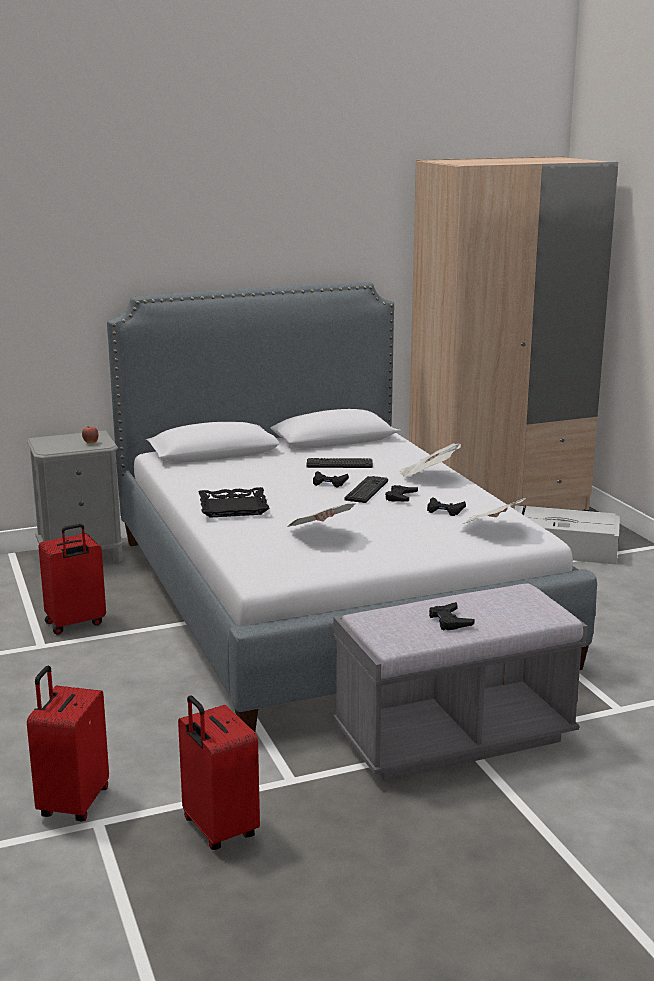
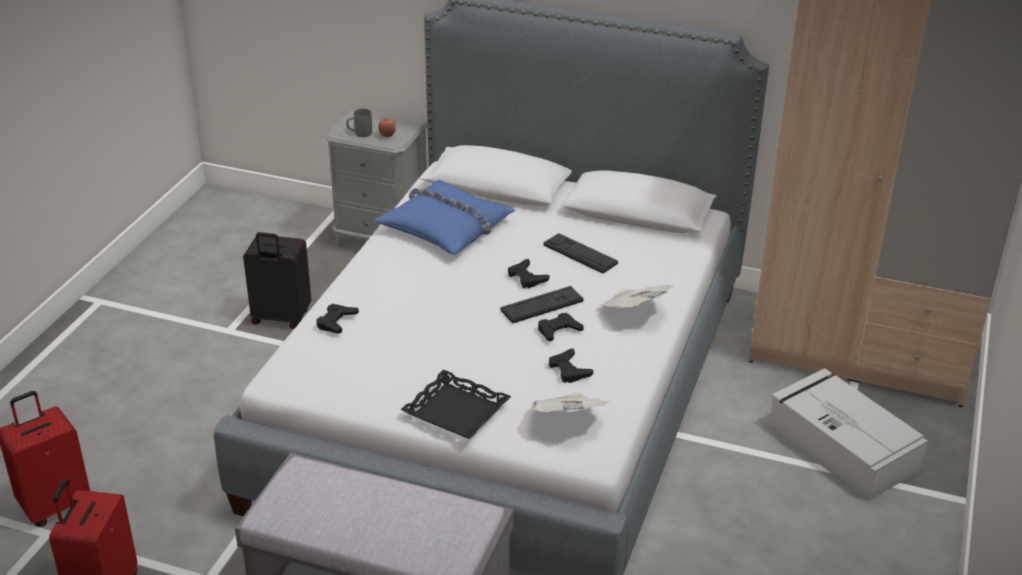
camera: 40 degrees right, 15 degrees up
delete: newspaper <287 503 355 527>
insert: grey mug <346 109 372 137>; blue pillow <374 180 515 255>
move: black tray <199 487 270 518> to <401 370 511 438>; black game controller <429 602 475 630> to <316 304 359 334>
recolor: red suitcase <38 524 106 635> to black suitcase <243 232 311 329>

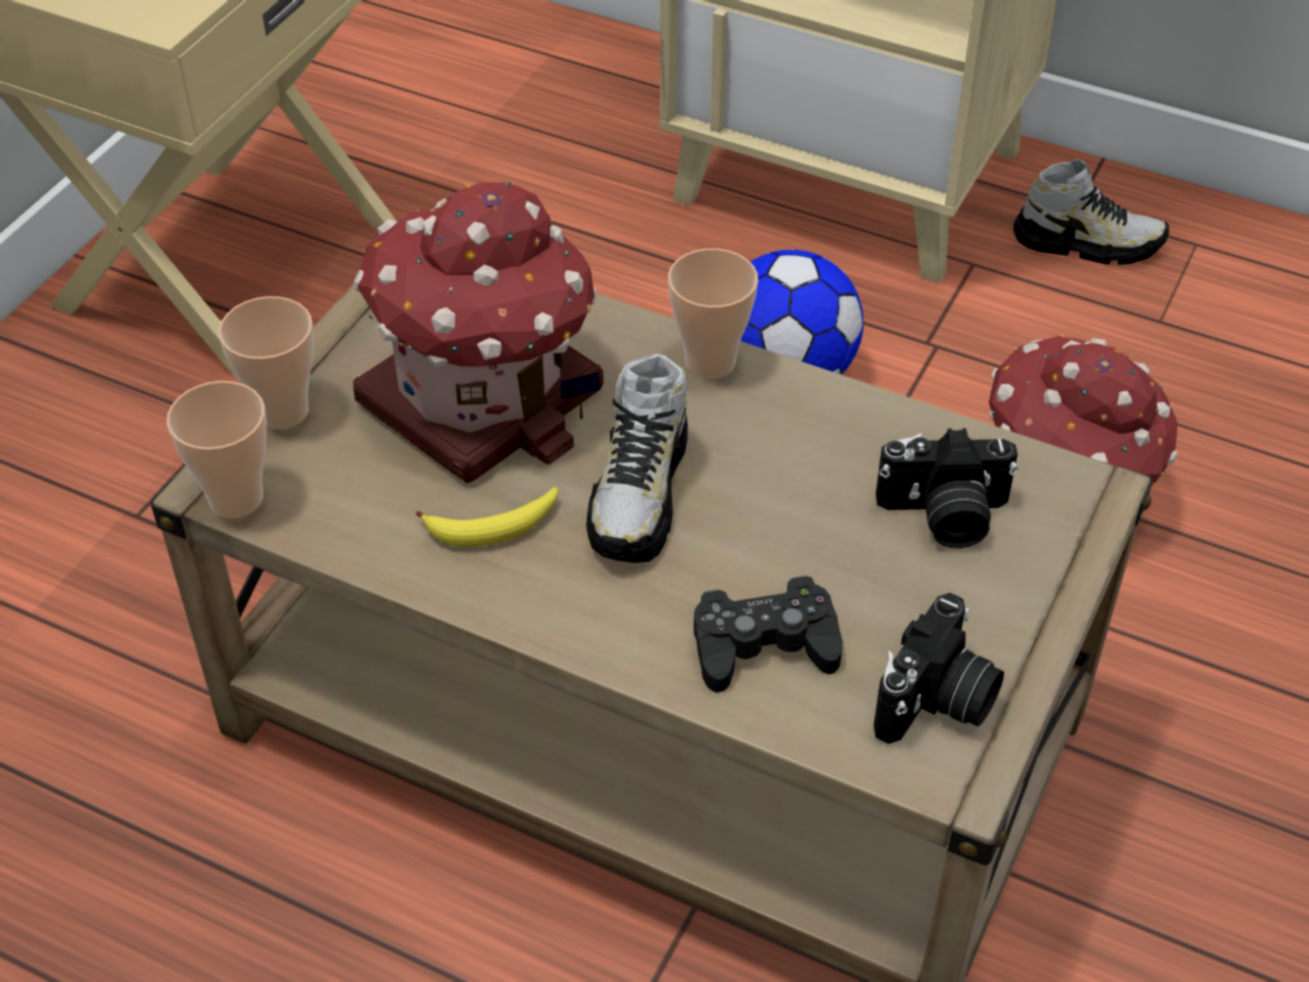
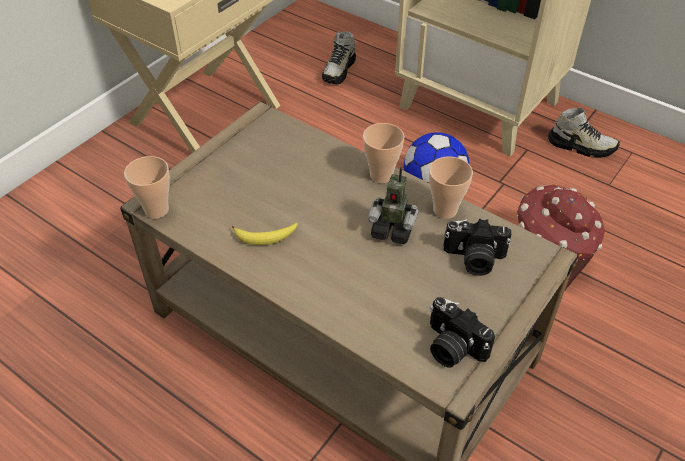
camera: 10 degrees right, 0 degrees up
delete: toy house <353 183 603 484>; black game controller <694 575 843 692>
insert: toy robot <368 167 419 244>
move: cup <219 296 314 429> to <429 156 473 219>; shoe <586 354 688 563> to <322 31 356 85>
rotate: photo camera <874 593 1004 744> = <430 297 495 368> 90 degrees clockwise

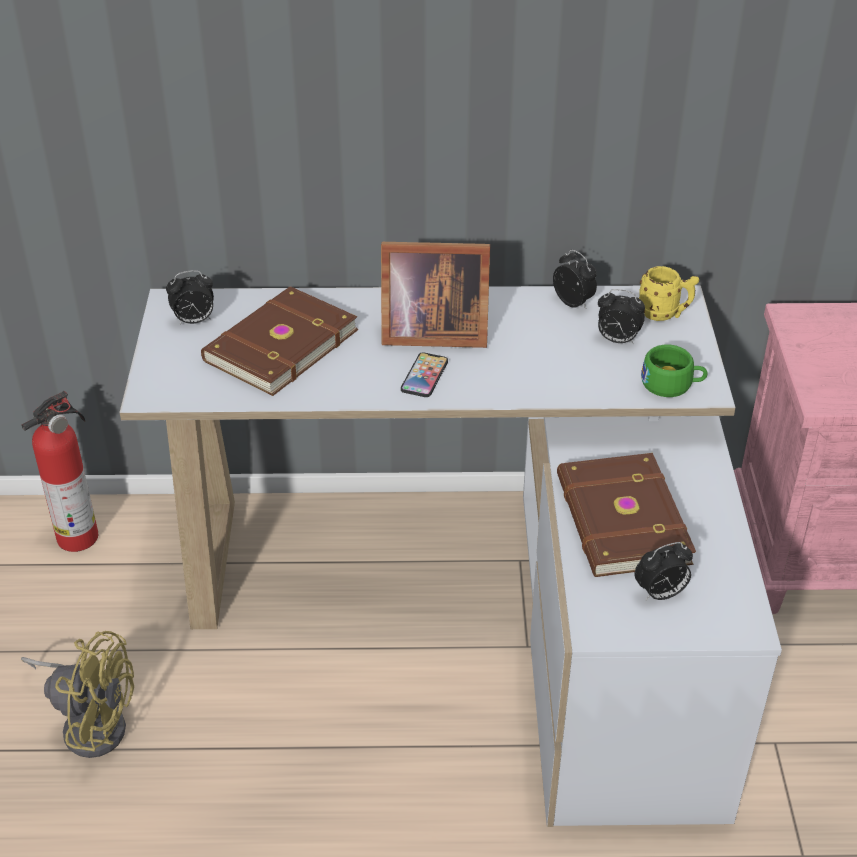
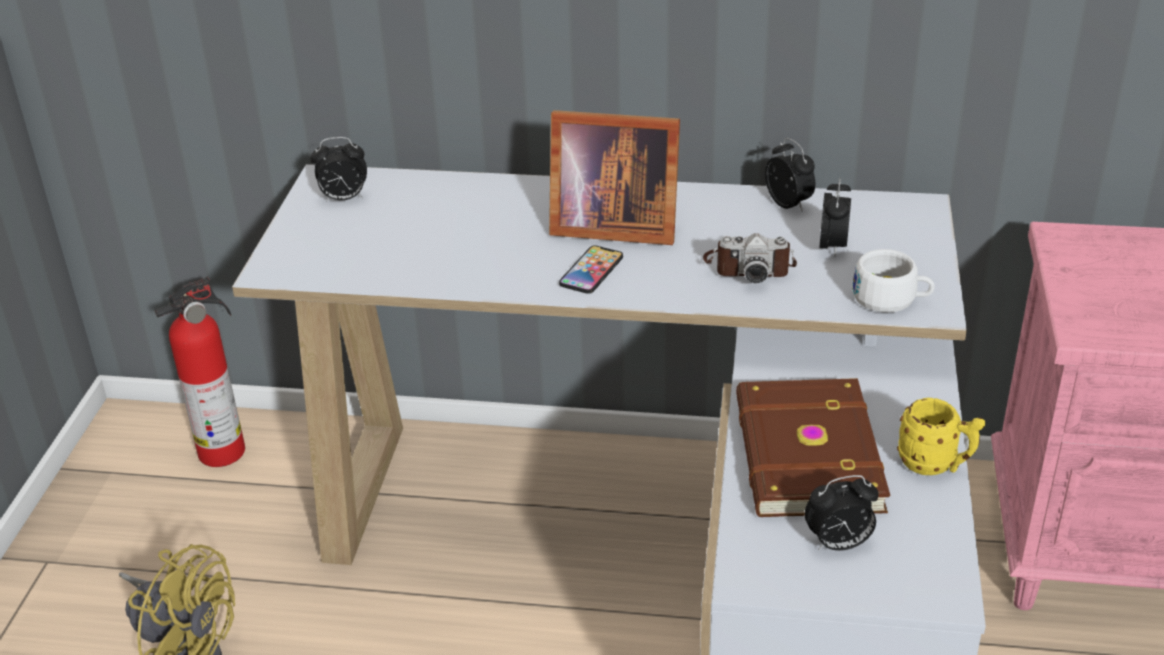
camera: 10 degrees right, 5 degrees down
delete: brown book <201 287 358 396>
insert: photo camera <703 233 797 283>
move: yellow mug <639 266 699 321> to <897 398 985 475>
recolor: green cup <641 345 708 397> to white cup <852 249 935 312>
rotate: alarm clock <598 289 645 345> = <820 178 851 258> 105 degrees counterclockwise

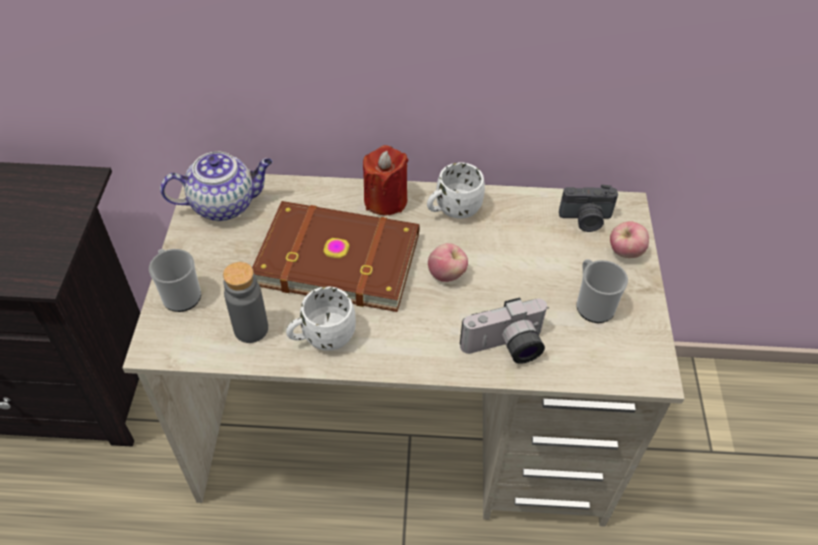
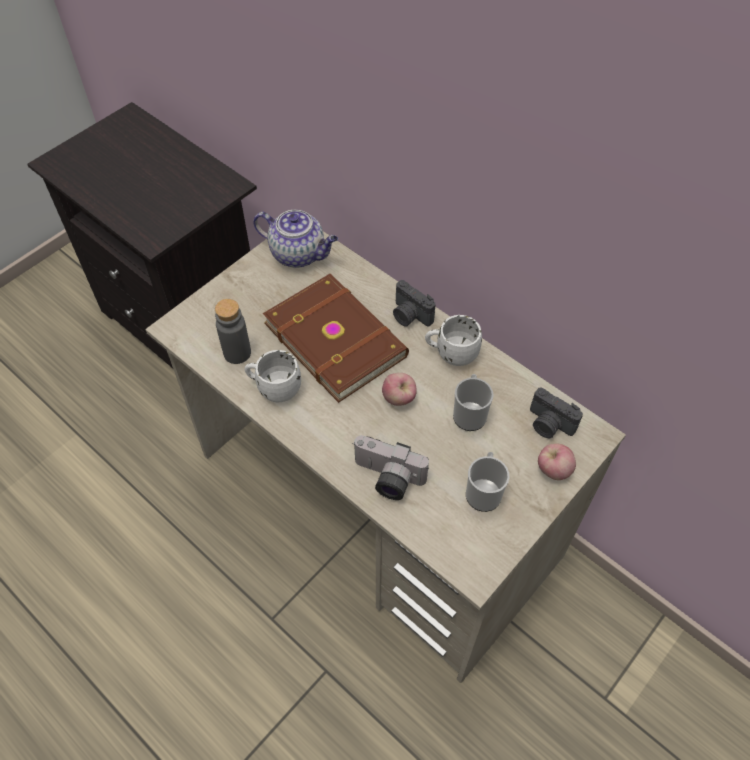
camera: 40 degrees right, 5 degrees up
move: mug <149 249 201 312> to <453 374 494 431>
replace: red candle <363 145 408 216> to photo camera <393 280 436 327>

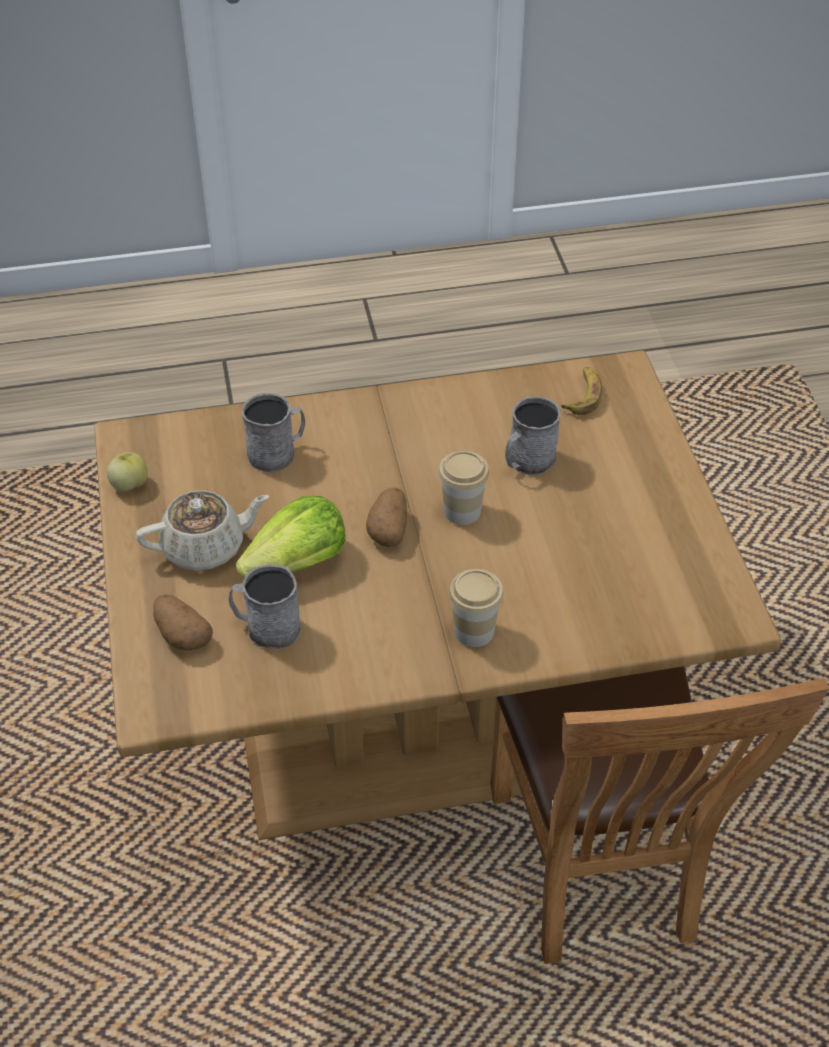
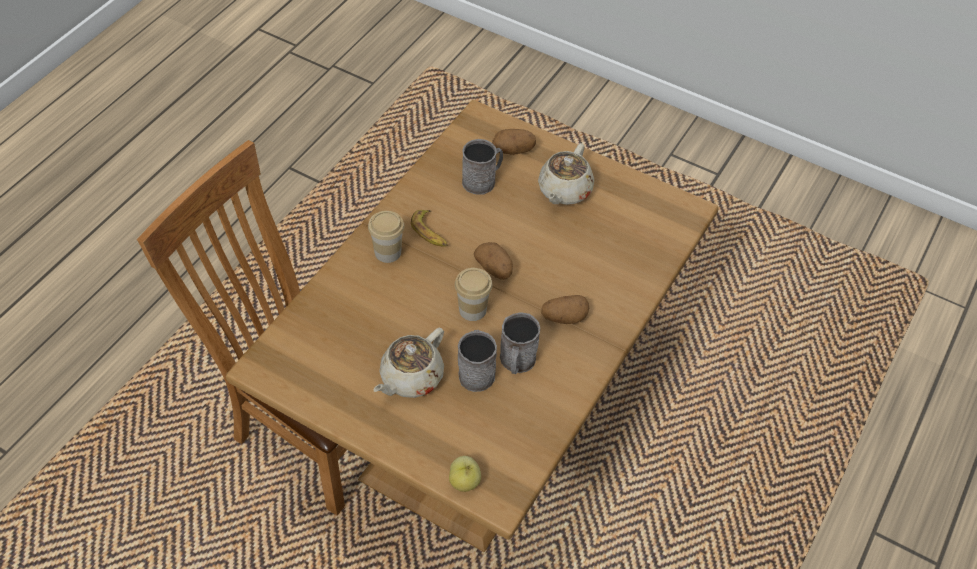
camera: 130 degrees right, 5 degrees up
delete: lettuce <236 496 346 578>
insert: potato <541 295 589 324>; beige teapot <373 328 444 398>
move: banana <561 367 602 415> to <411 210 448 247>; grey mug <242 393 305 472> to <500 312 540 374>; apple <107 452 148 491> to <449 456 481 492>

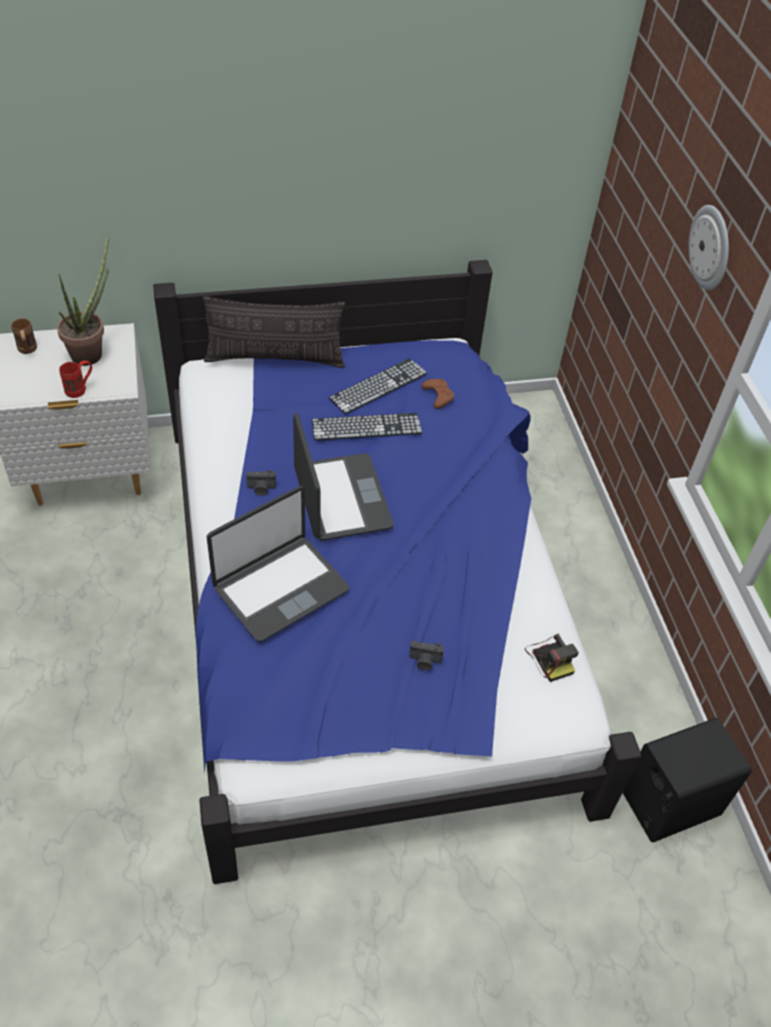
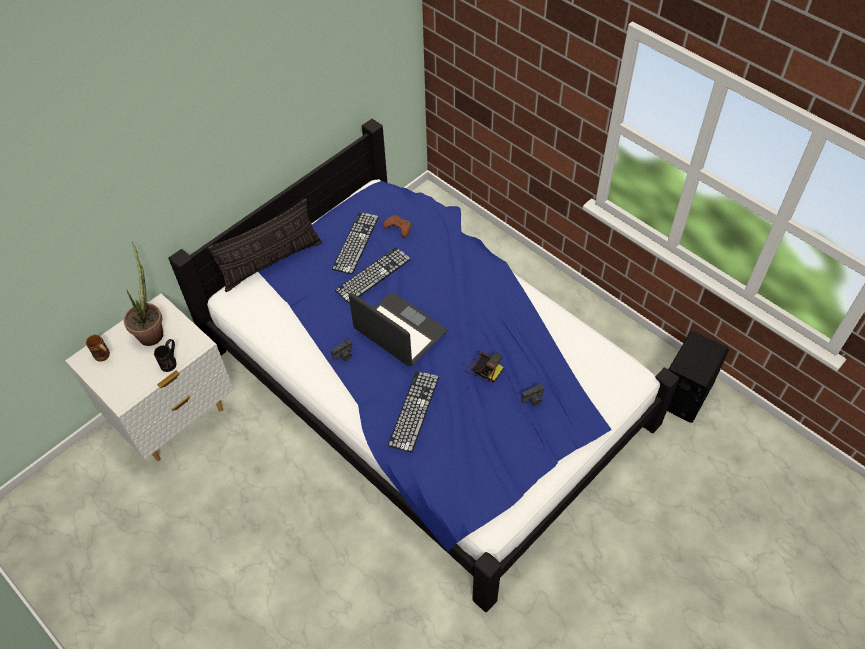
camera: 30 degrees left, 5 degrees up
delete: wall clock <688 205 729 290>
move: photo camera <525 634 579 682> to <466 351 504 383>
replace: laptop <207 486 349 642> to keyboard <388 371 439 453>
recolor: red mug <59 361 92 398> to black mug <154 339 176 372>

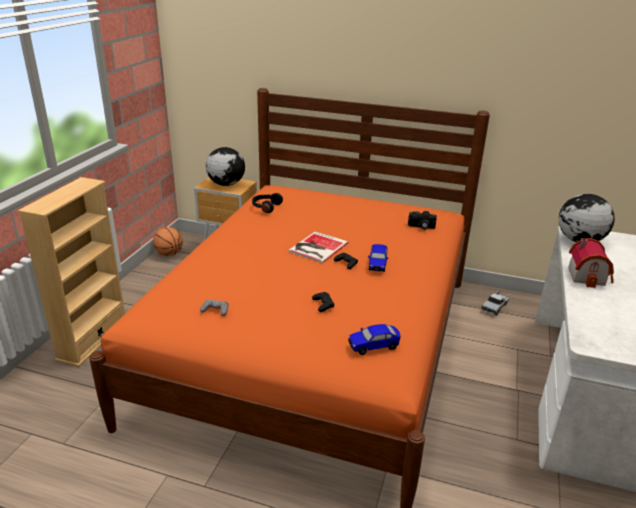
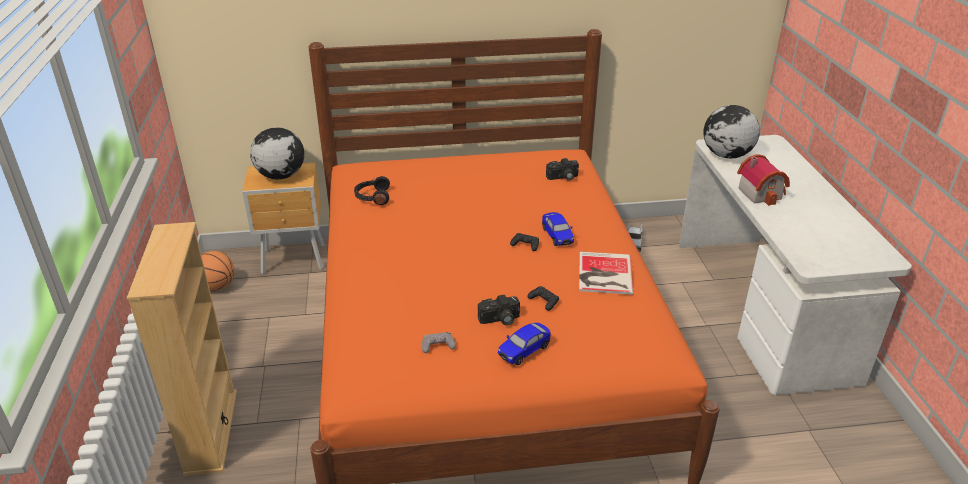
camera: 25 degrees left, 5 degrees up
insert: photo camera <478 295 520 326>
move: book <288 231 349 263> to <579 252 633 295>; toy car <348 324 401 355> to <498 323 550 365>

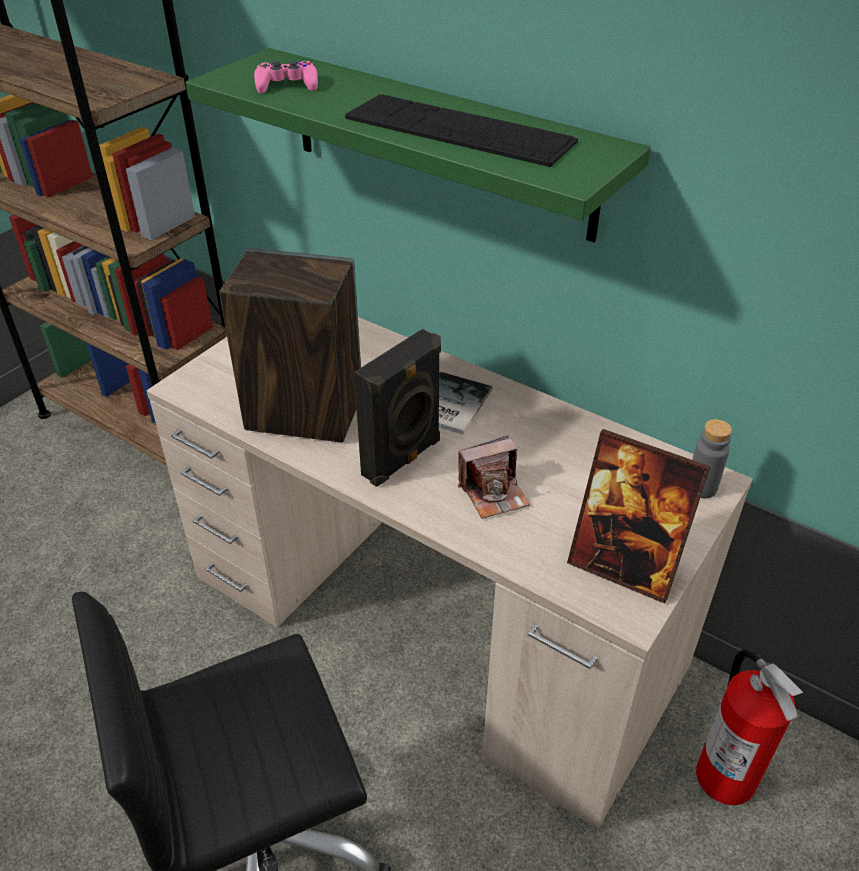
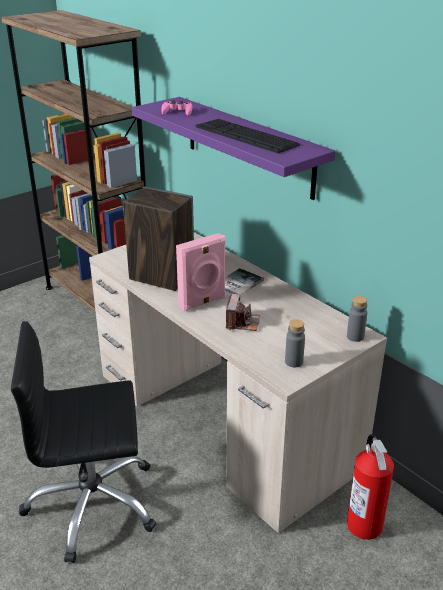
camera: 15 degrees right, 10 degrees down
replace: picture frame <567 429 711 604> to grey bottle <285 319 305 367>
recolor: green shelf <186 48 651 242> to purple shelf <132 97 336 200>; black speaker <354 329 441 487> to pink speaker <176 233 226 311>
rotate: photo camera <458 435 530 519> = <226 294 260 331> 75 degrees counterclockwise

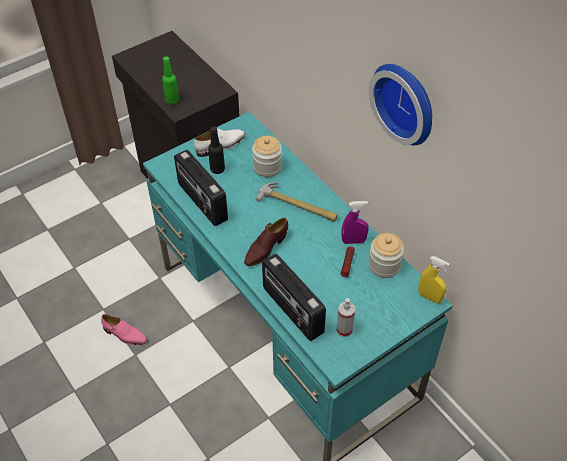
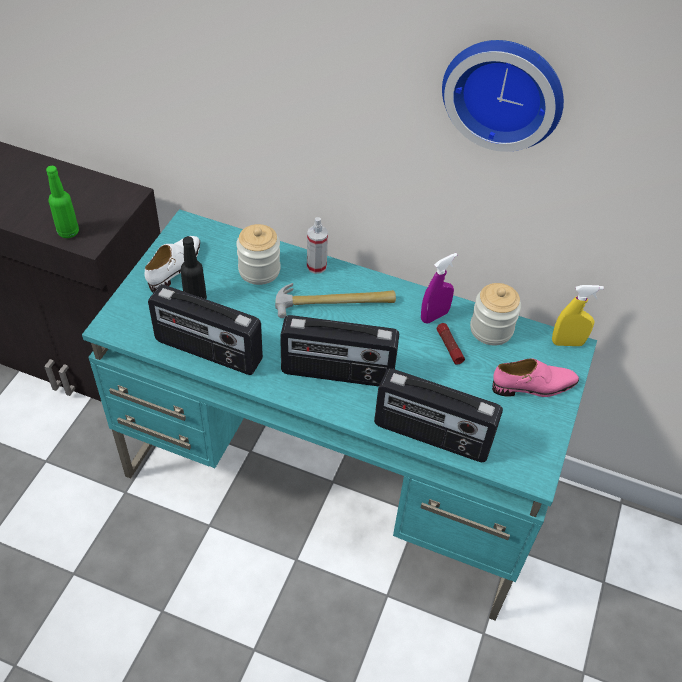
camera: 35 degrees left, 0 degrees up
move: spray bottle <336 298 355 337> to <307 217 328 274>; pink shoe <101 314 147 345> to <492 358 579 397>
replace: brown shoe <244 218 288 266> to radio <280 315 399 386>

